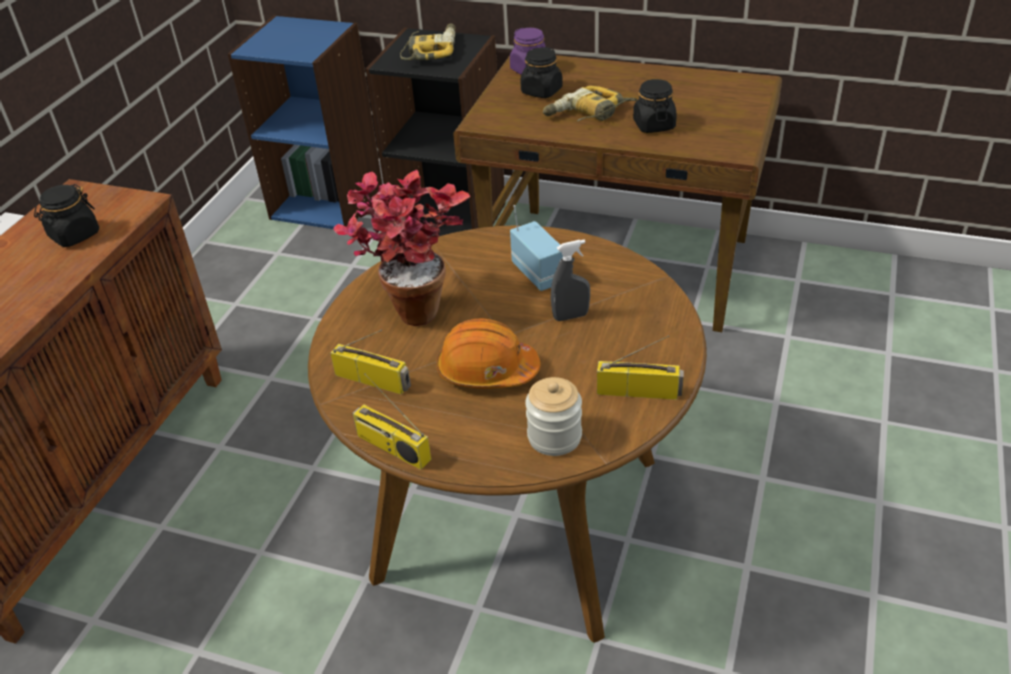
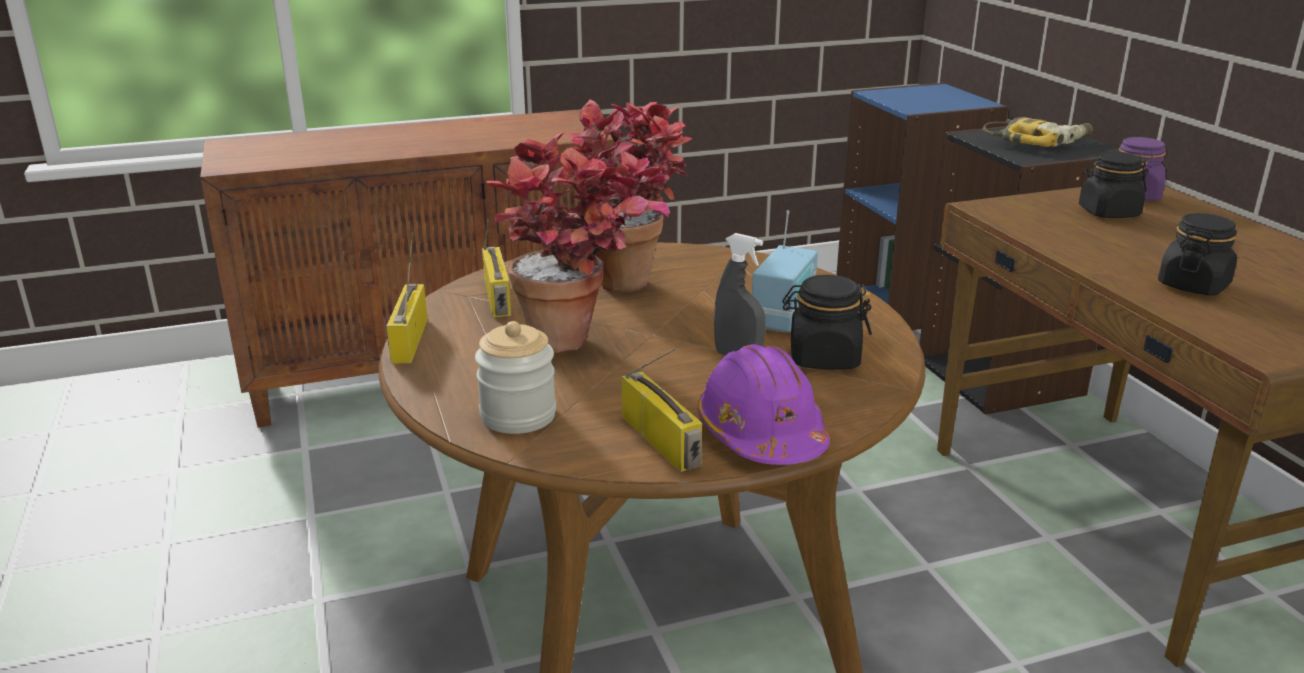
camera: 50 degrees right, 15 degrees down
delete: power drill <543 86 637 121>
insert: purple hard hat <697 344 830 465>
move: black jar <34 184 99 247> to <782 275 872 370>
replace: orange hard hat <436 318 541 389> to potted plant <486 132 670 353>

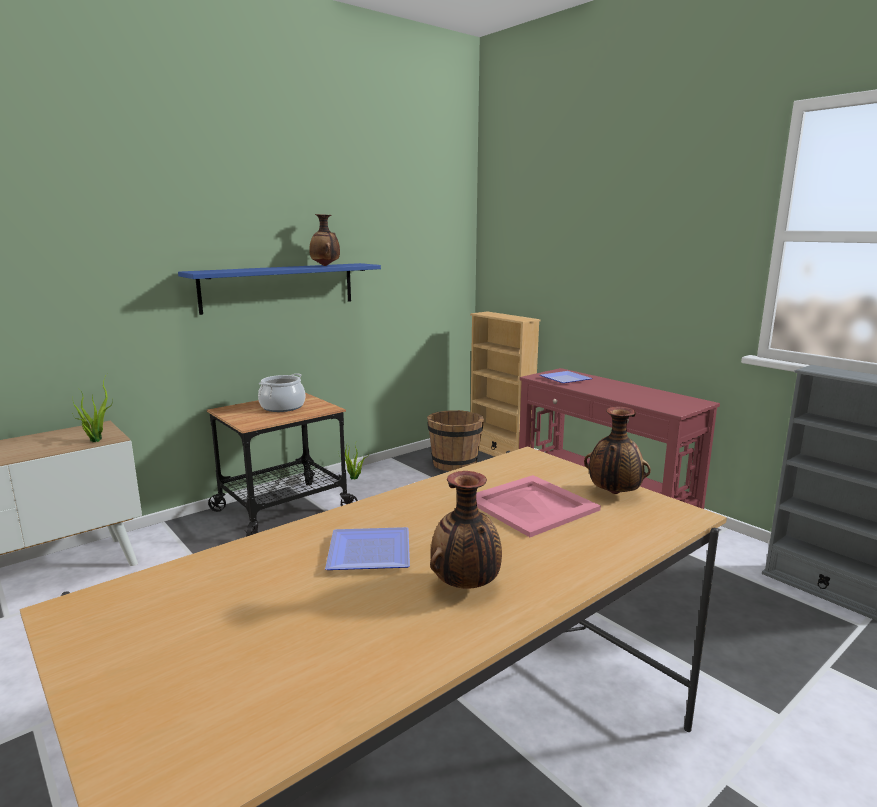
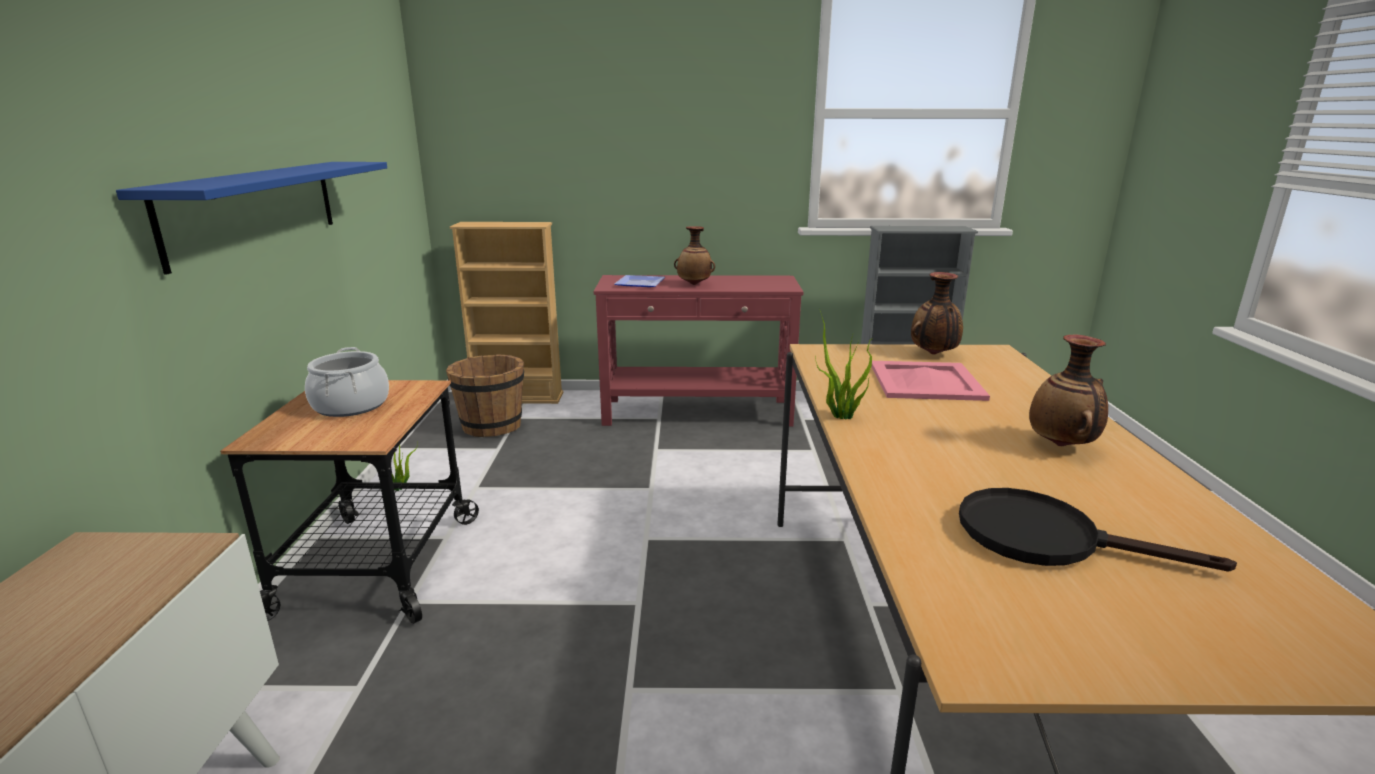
camera: 50 degrees left, 5 degrees up
delete: plate <325 527 410 570>
insert: black frying pan <959 488 1237 572>
move: vase <309 214 340 266> to <674 226 715 285>; potted plant <72 374 112 442> to <815 311 872 420>

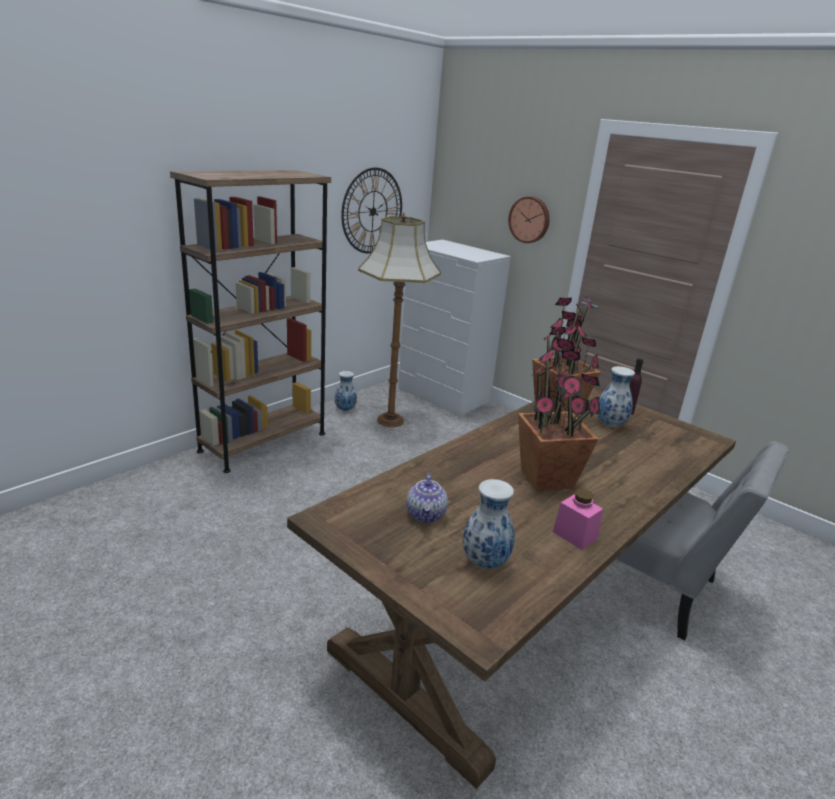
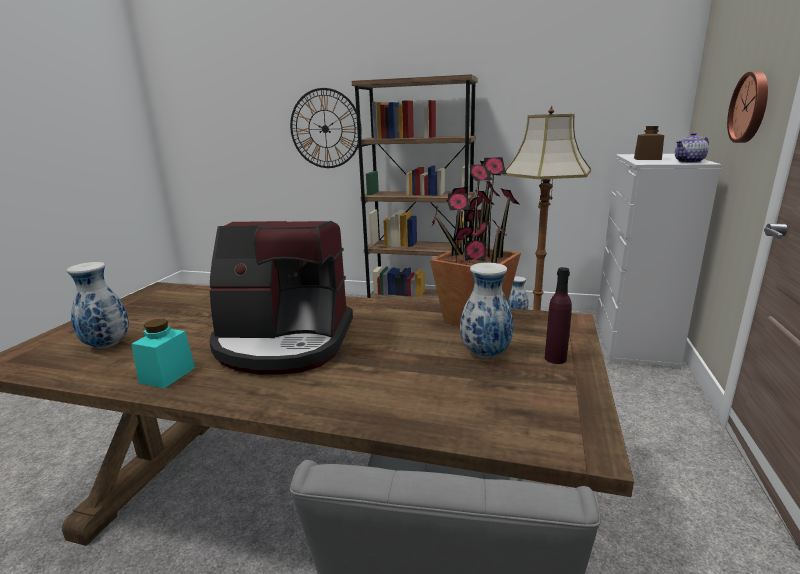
camera: 65 degrees right, 5 degrees down
insert: brown jar <634 126 664 160>
move: wall clock <341 168 402 254> to <290 88 362 168>; teapot <406 473 448 524> to <675 132 709 163>
replace: potted plant <518 338 601 491> to coffee machine <209 221 353 375>
recolor: pink jar <553 489 603 550> to turquoise jar <131 319 195 388>

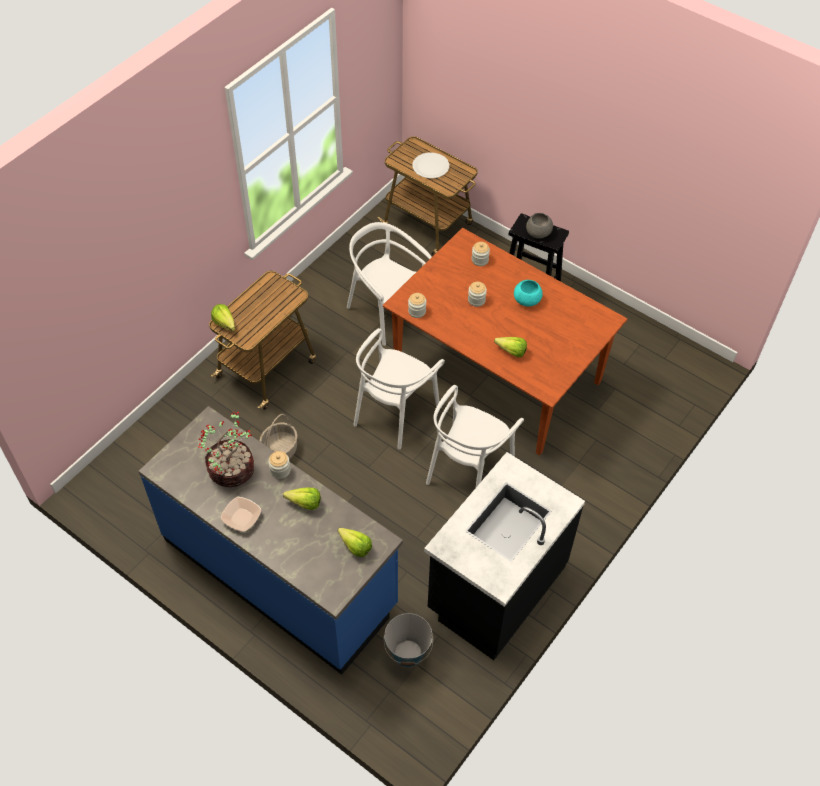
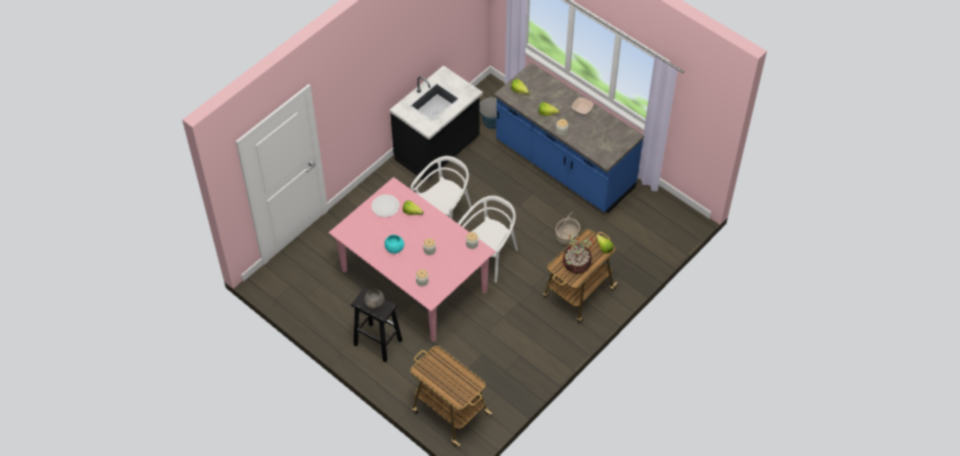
camera: 175 degrees left, 0 degrees up
delete: white chair <347 222 432 346>
move: white plate <412 152 449 178> to <371 194 400 217>; potted plant <198 412 254 487> to <563 235 594 274>
recolor: brown dining table <383 228 627 455> to pink dining table <329 177 495 342>

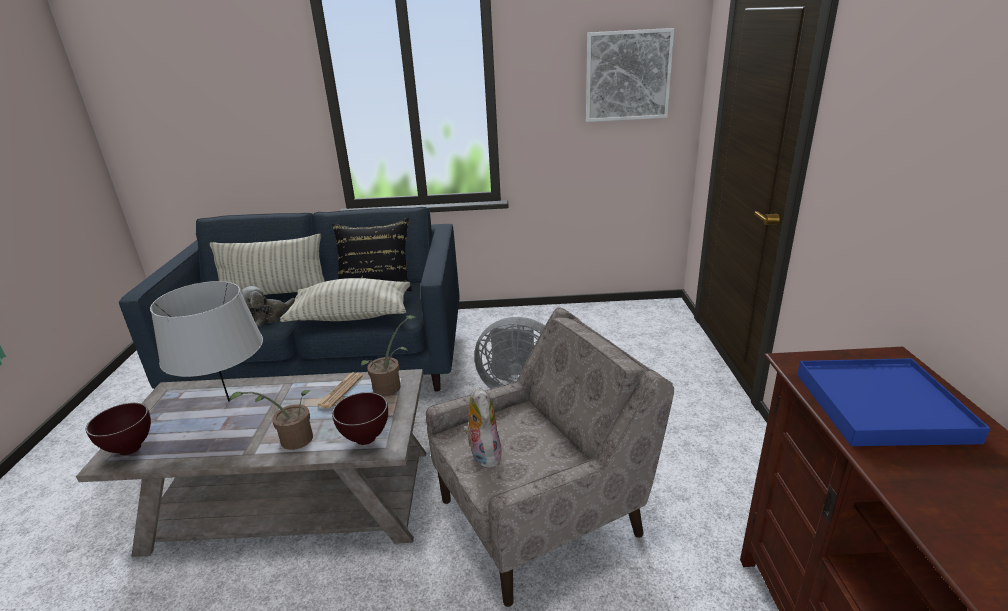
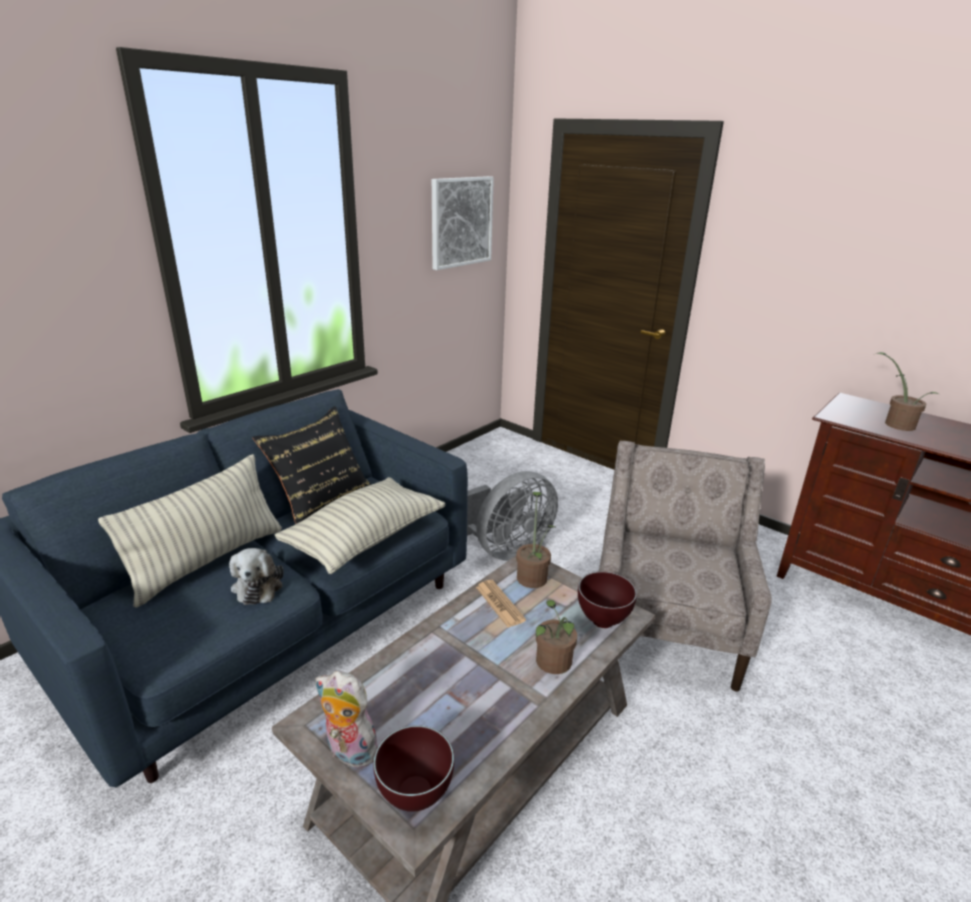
camera: 50 degrees left, 0 degrees up
delete: grey table lamp <150 281 263 402>
move: plush toy <463 387 502 468> to <316 671 378 768>
replace: blue tray <797 358 990 446> to potted plant <876 352 939 431>

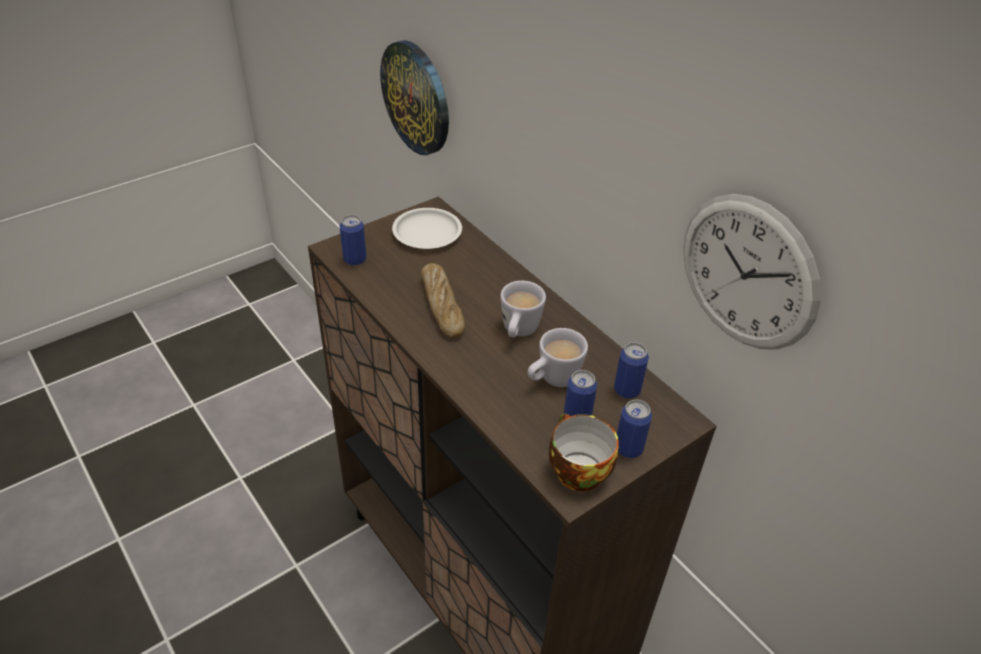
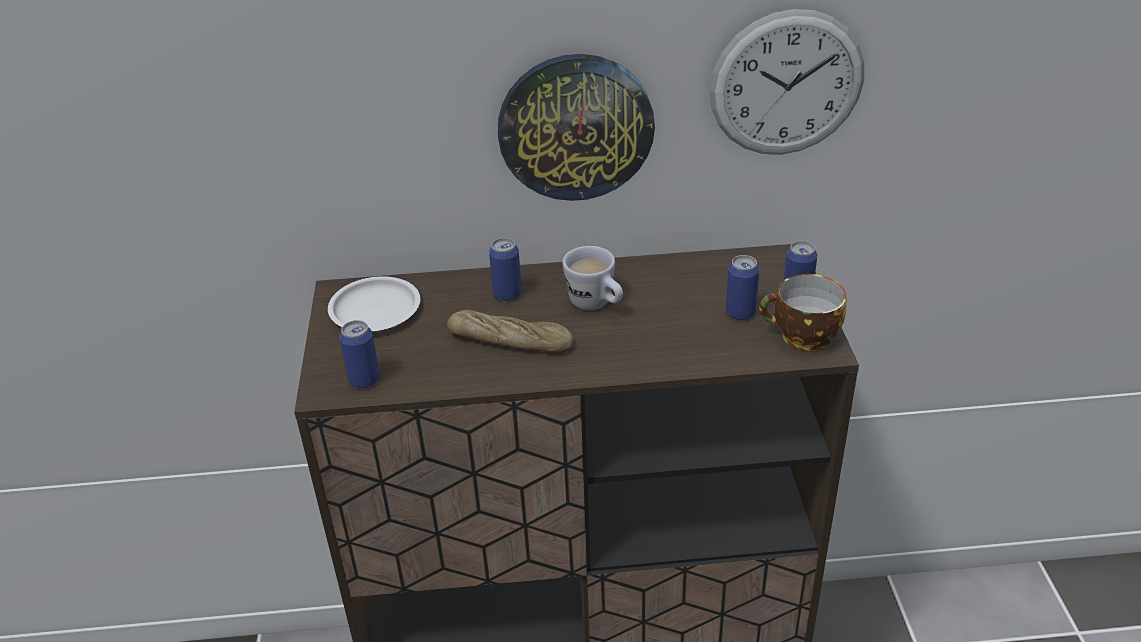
camera: 55 degrees left, 5 degrees down
delete: white mug <528 328 588 387>
move: wall clock <380 40 449 155> to <498 54 655 201>; can <614 342 649 399> to <489 238 522 301>

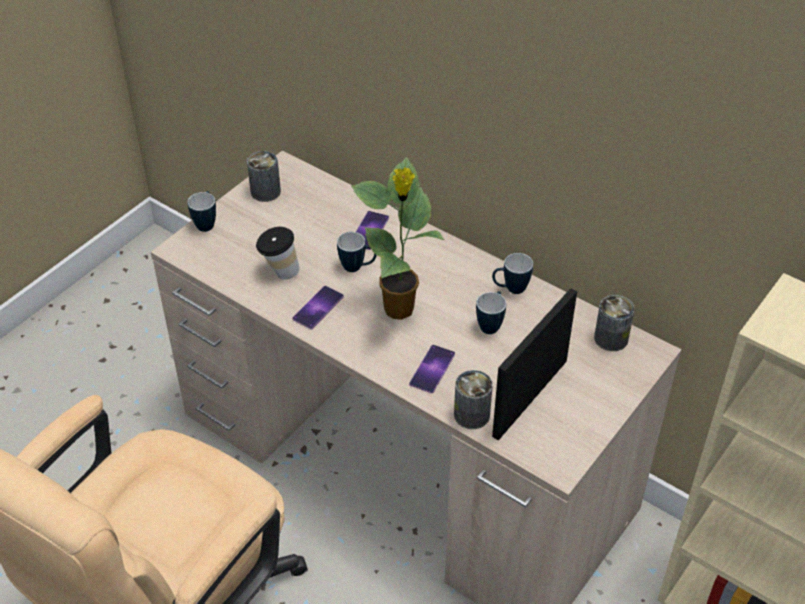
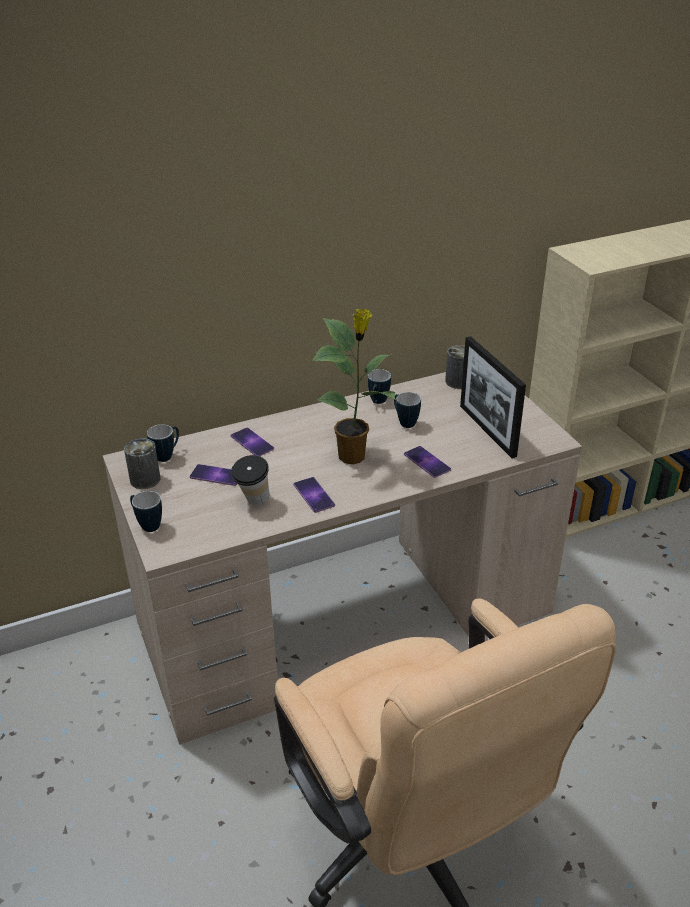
camera: 60 degrees left, 10 degrees down
delete: can <454 370 493 429>
insert: phone <190 464 238 486>
move: mug <337 232 377 272> to <147 424 179 462>

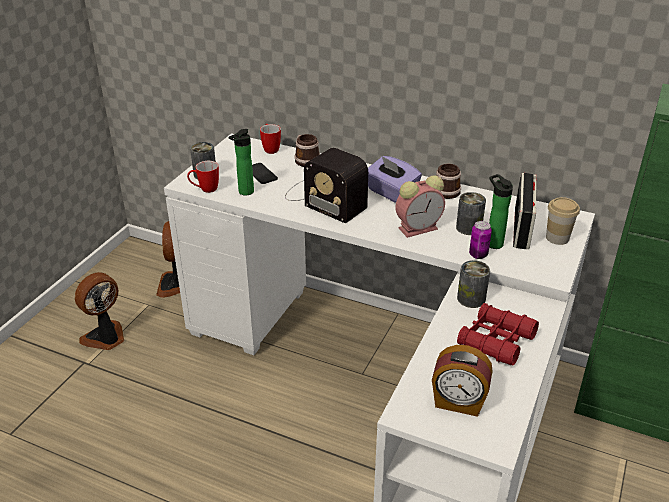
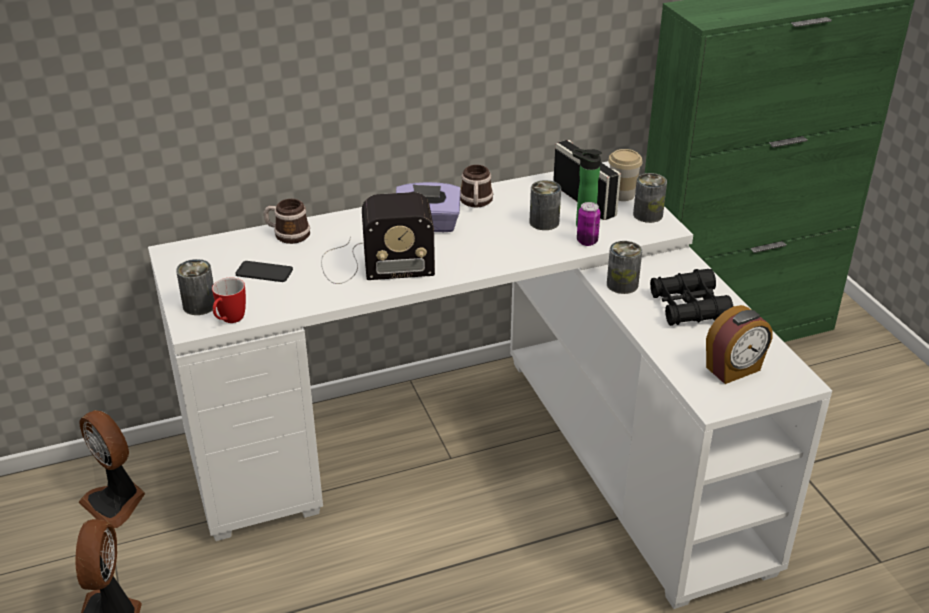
camera: 45 degrees left, 0 degrees up
delete: mug <260 124 281 154>; bottle <228 129 254 196>; alarm clock <395 175 445 238>
insert: can <633 173 667 223>
recolor: red binoculars <457 303 539 366> to black binoculars <650 269 733 326>

